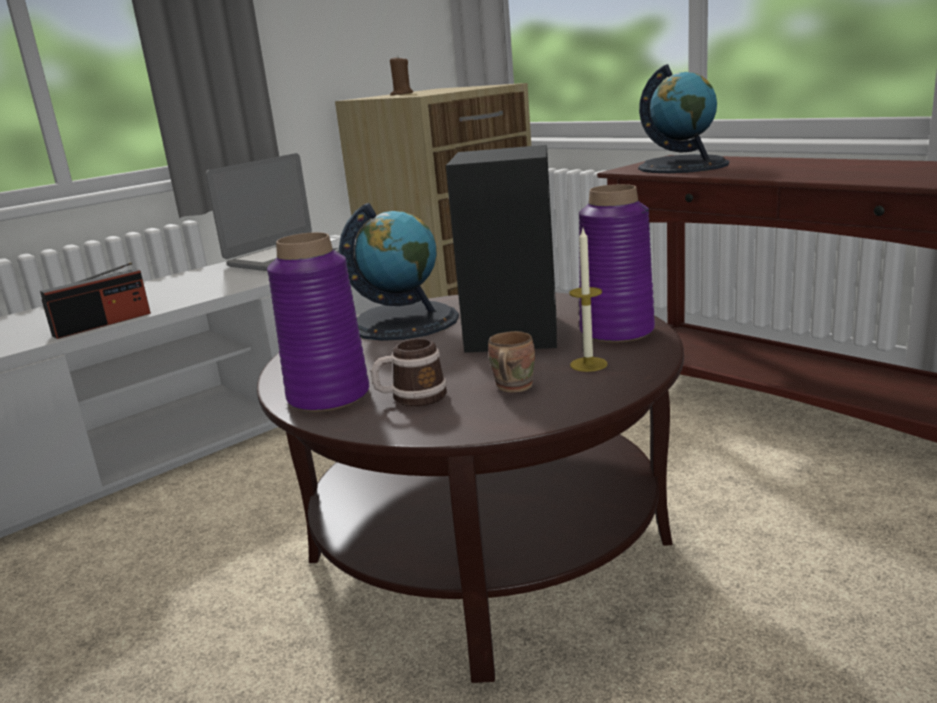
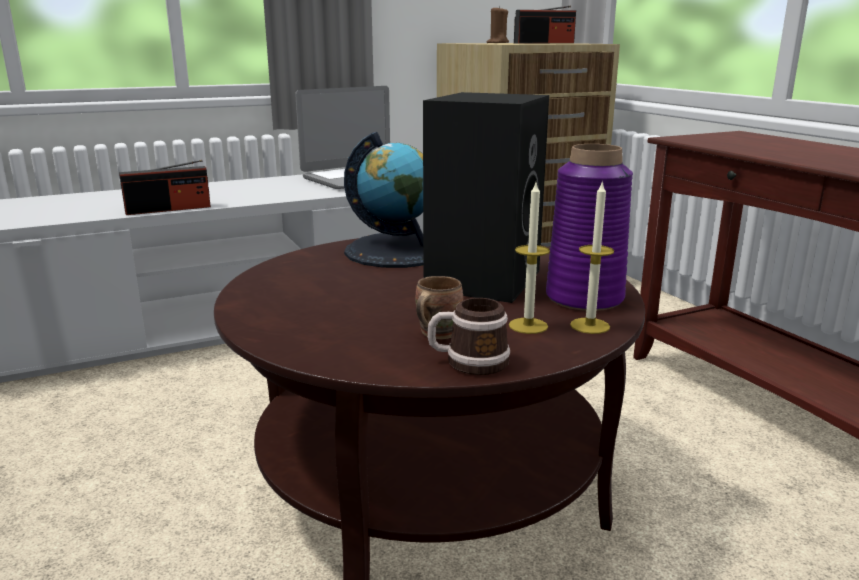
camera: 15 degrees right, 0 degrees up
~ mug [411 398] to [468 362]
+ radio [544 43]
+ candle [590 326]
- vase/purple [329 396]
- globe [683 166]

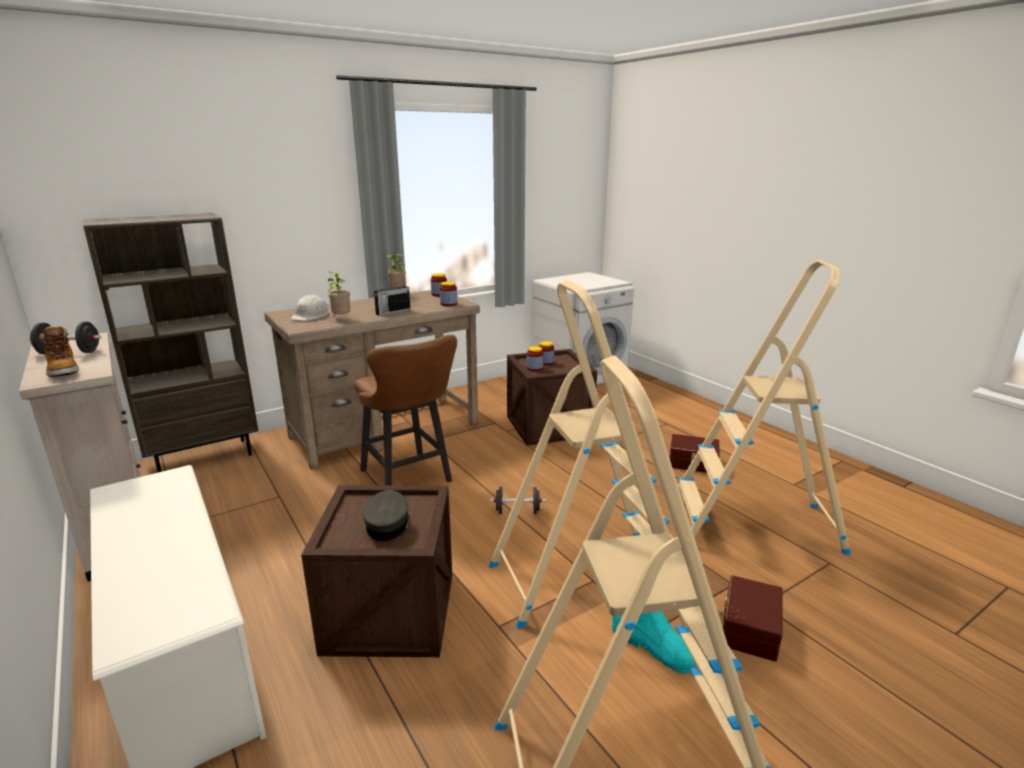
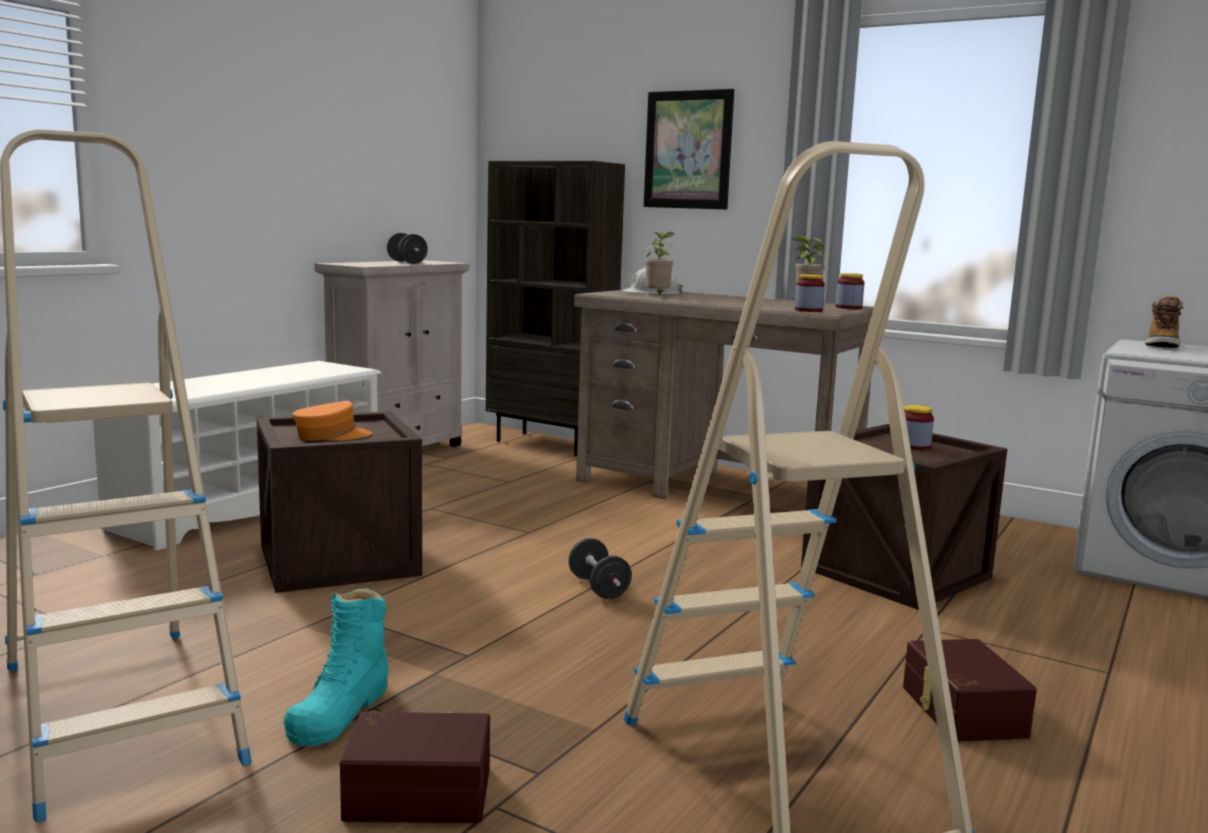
camera: 65 degrees right, 10 degrees down
~ cap/grey [388 524] to cap/orange [331 436]
+ picture [688 150]
~ boot [63 370] to [1161 346]
- stool/brown [410 481]
- radio [392 312]
- step ladder/beige [586 575]
- jar [534 368]

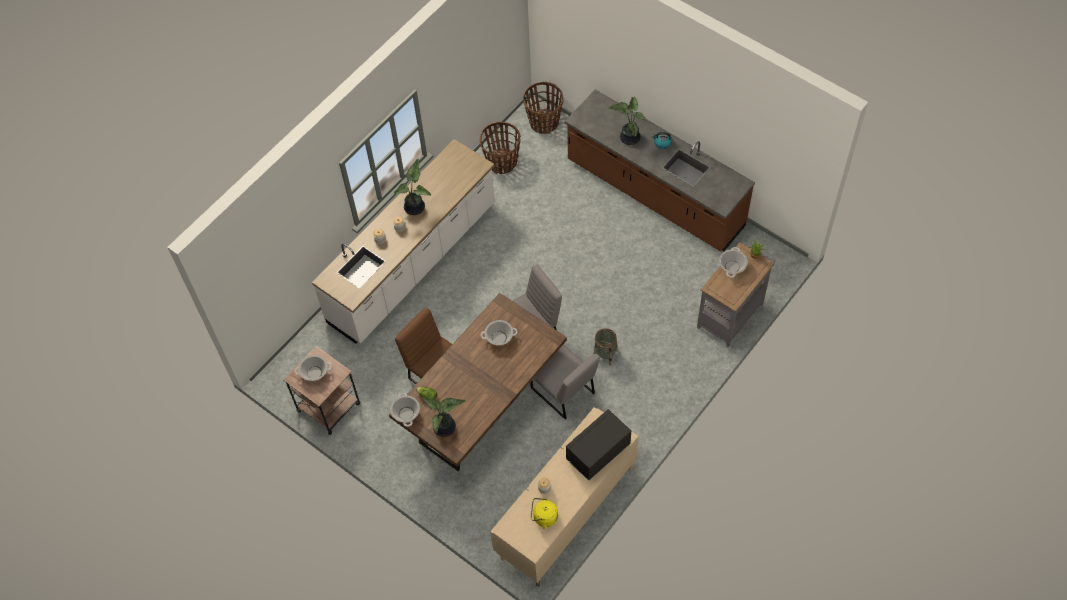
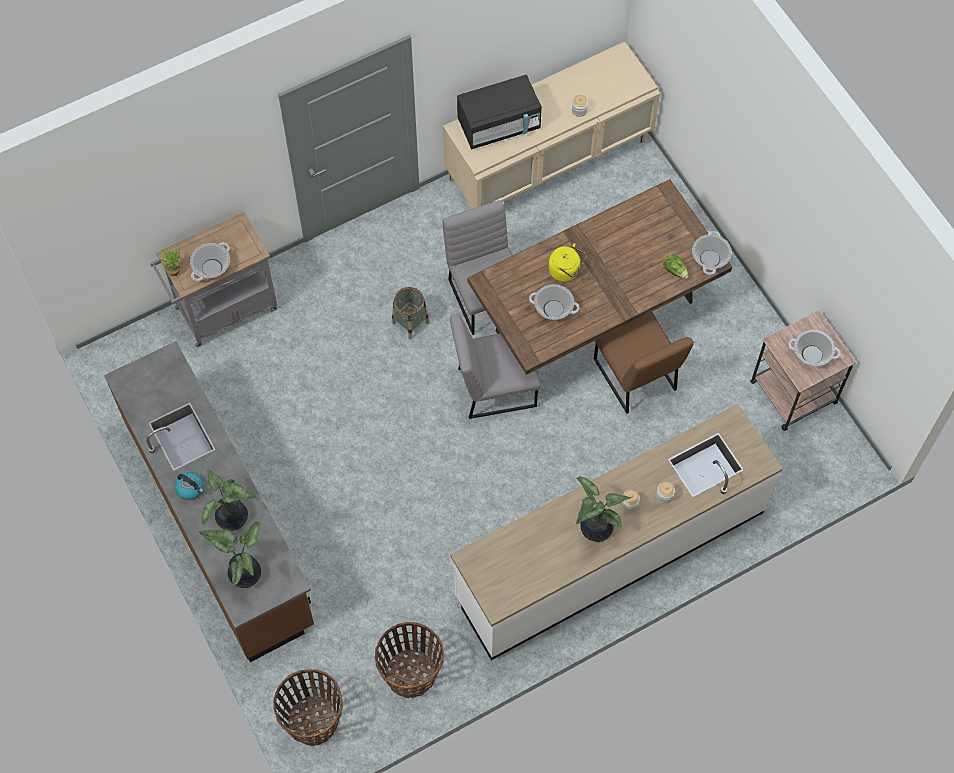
camera: 160 degrees left, 5 degrees up
~ potted plant [445 428] to [244 571]
~ kettle/yellow [544 517] to [566 271]

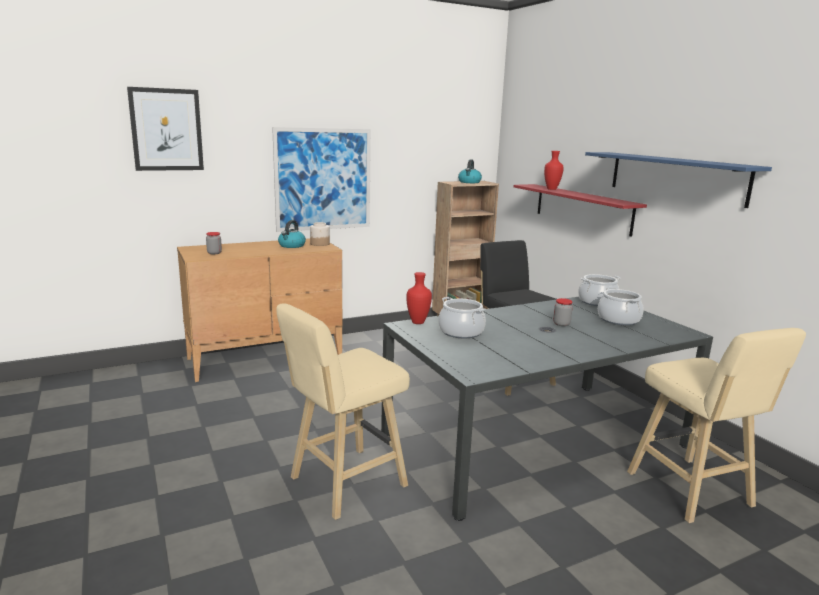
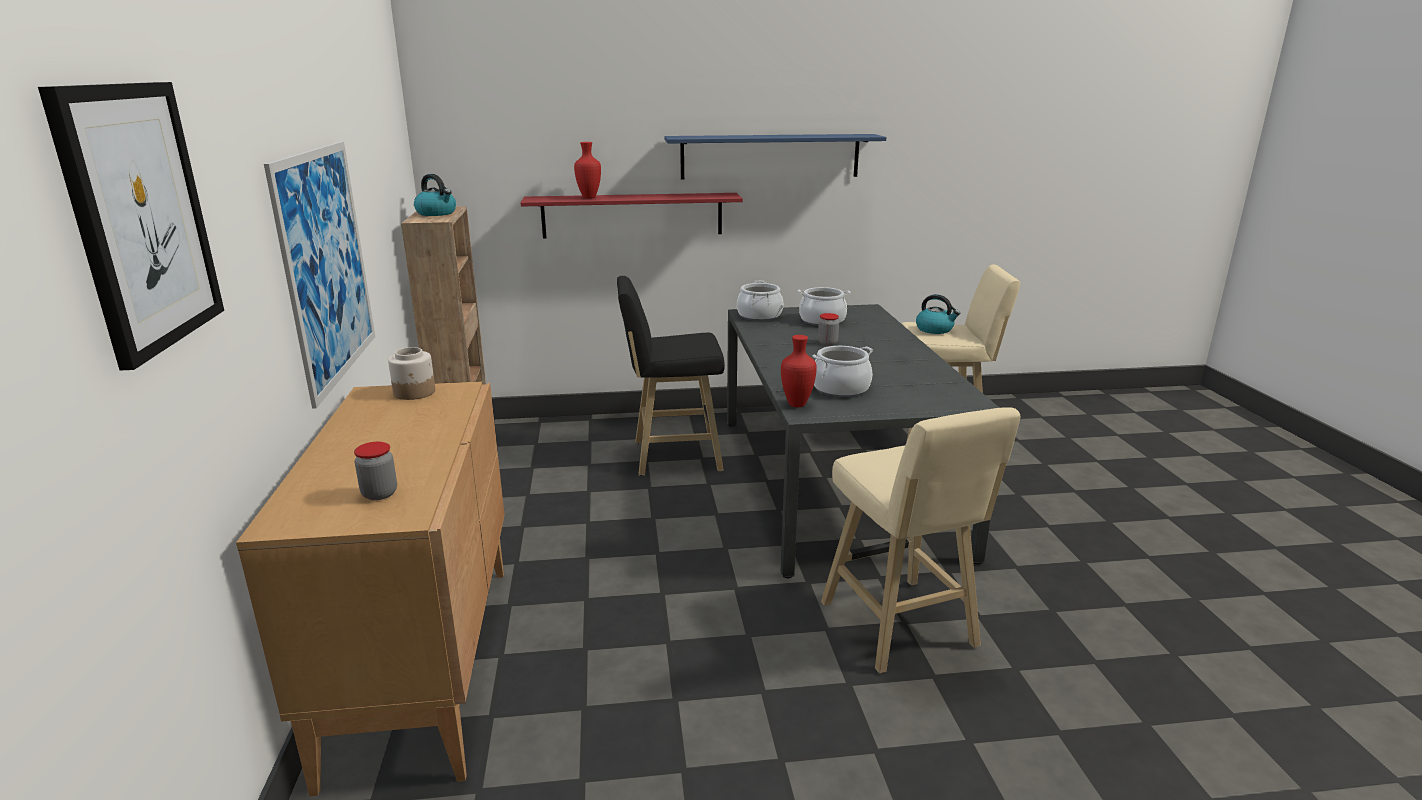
camera: 70 degrees left, 5 degrees up
~ kettle [292 246] to [935 329]

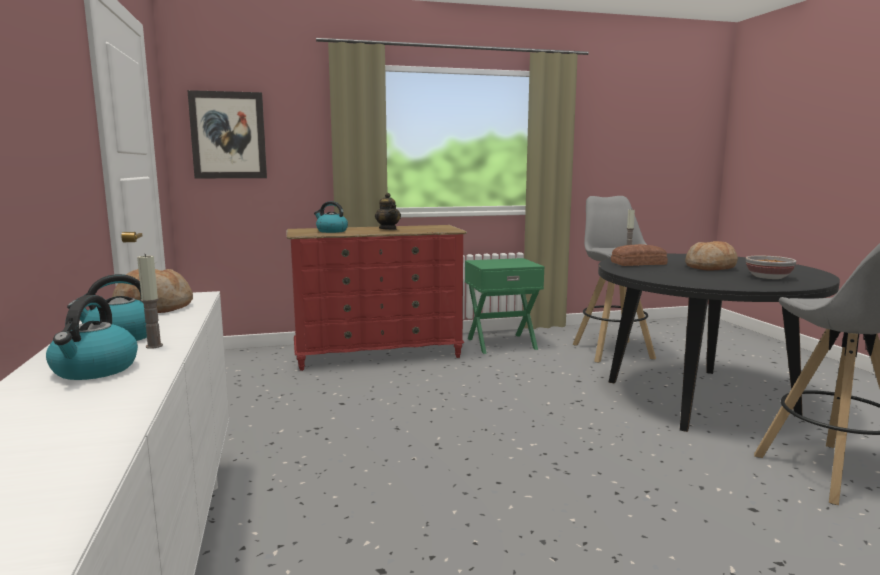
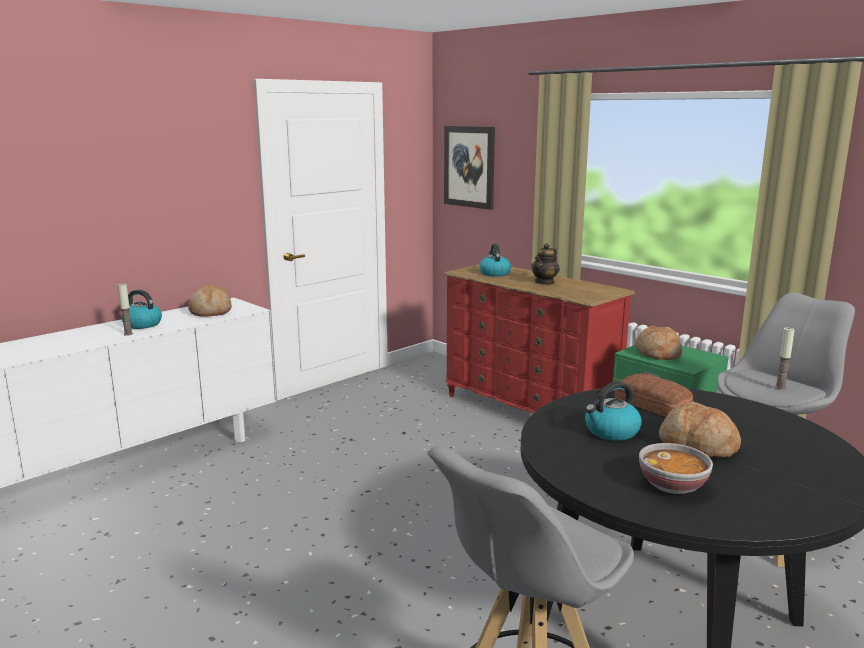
camera: 60 degrees right, 5 degrees up
~ kettle [94 370] to [611 432]
+ bread [658 353]

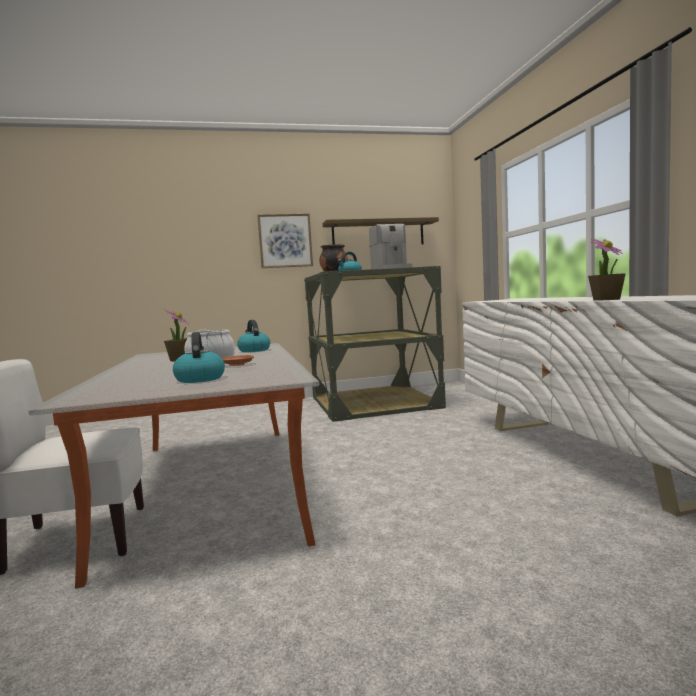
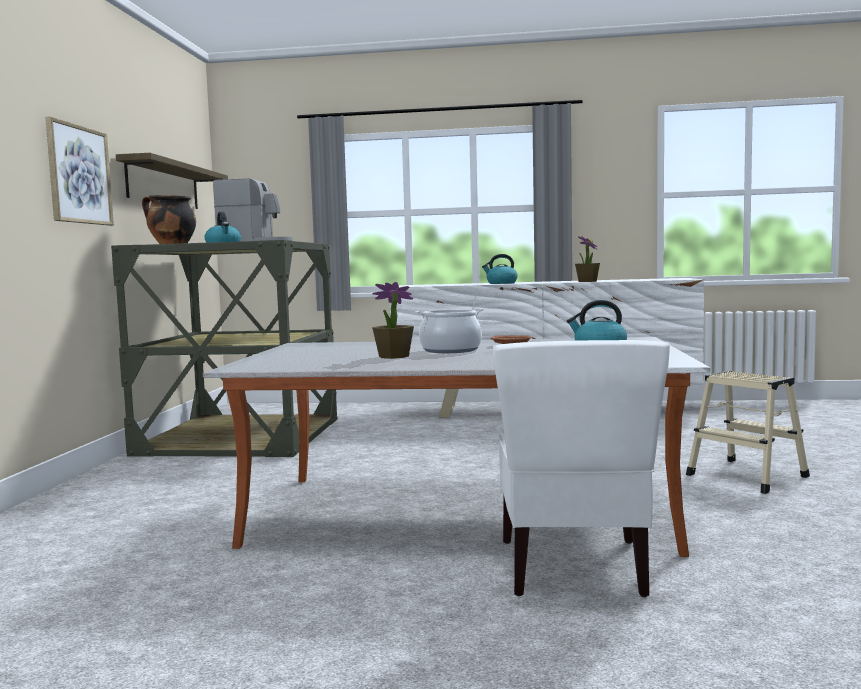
camera: 70 degrees left, 0 degrees up
~ kettle [254 350] to [501 283]
+ step ladder/beige [747 475]

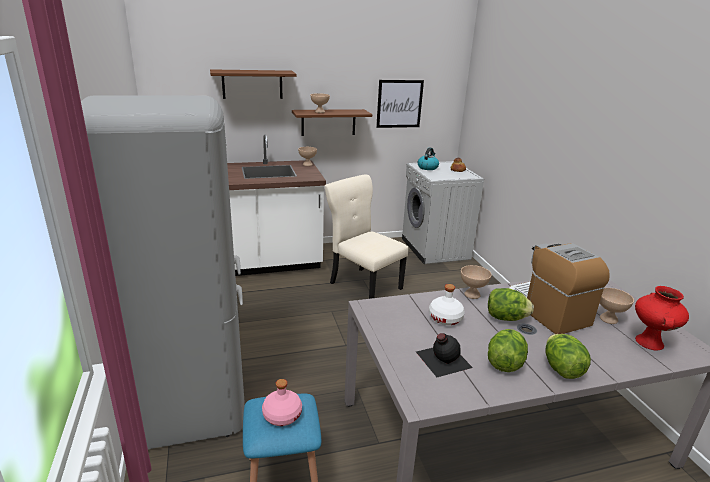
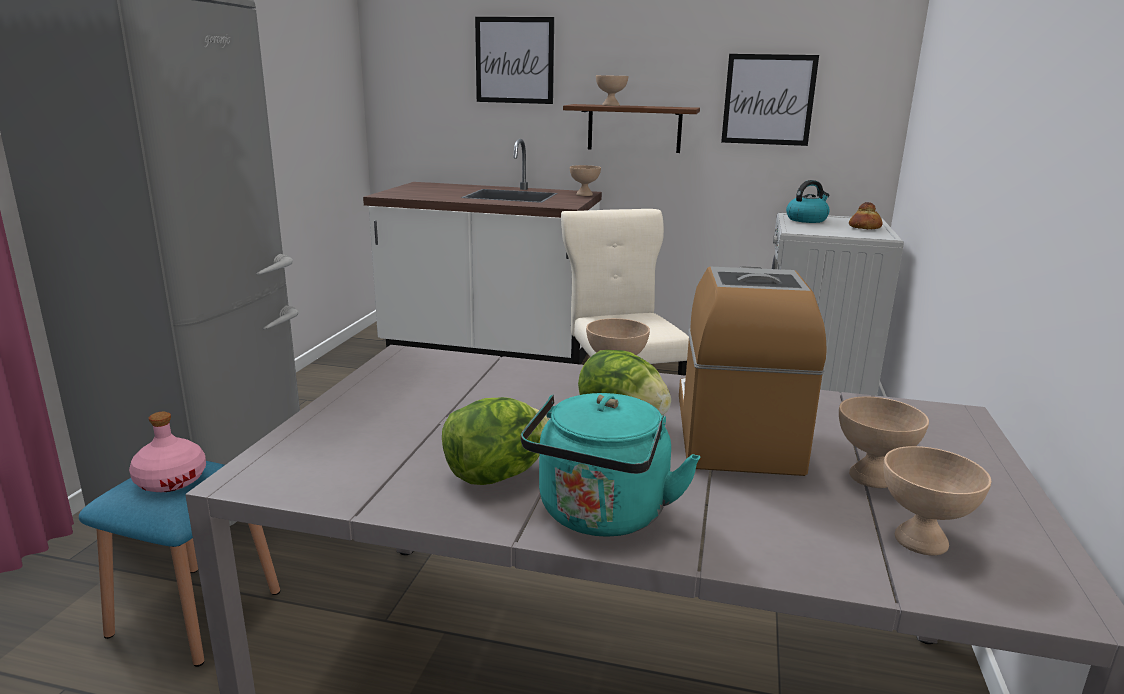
camera: 30 degrees right, 5 degrees down
~ shelf/brown [252 84] to picture [514 60]
~ lettuce [561 369] to kettle/turquoise [601 516]
~ vase/red [650 343] to bowl/beige [921 542]
- bottle/black [442 359]
- bottle/white [445 318]

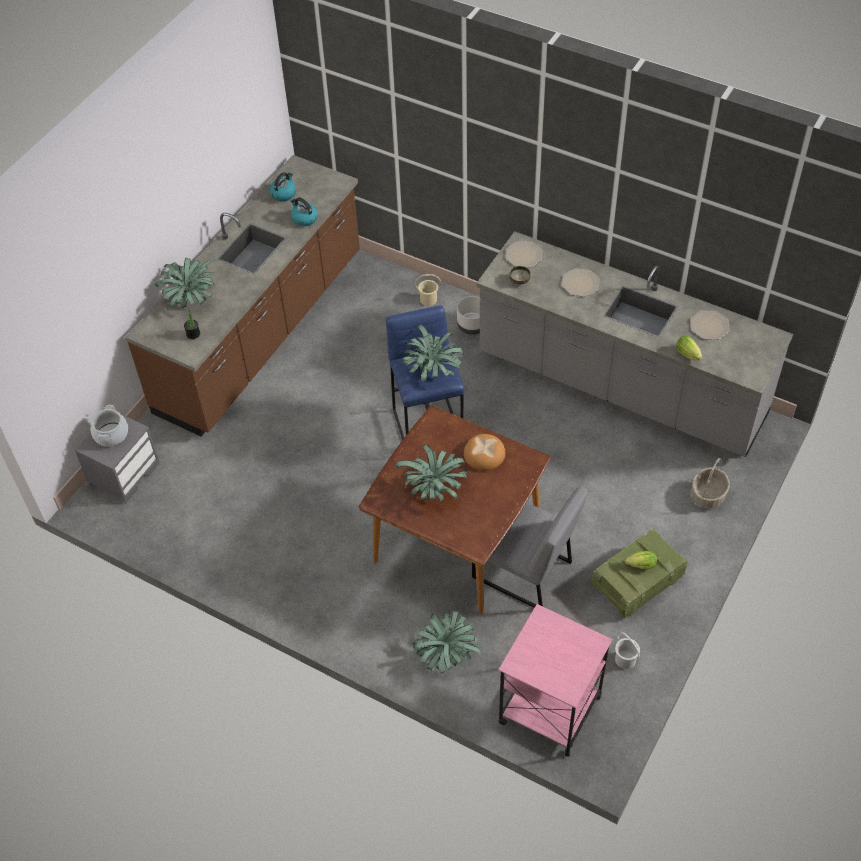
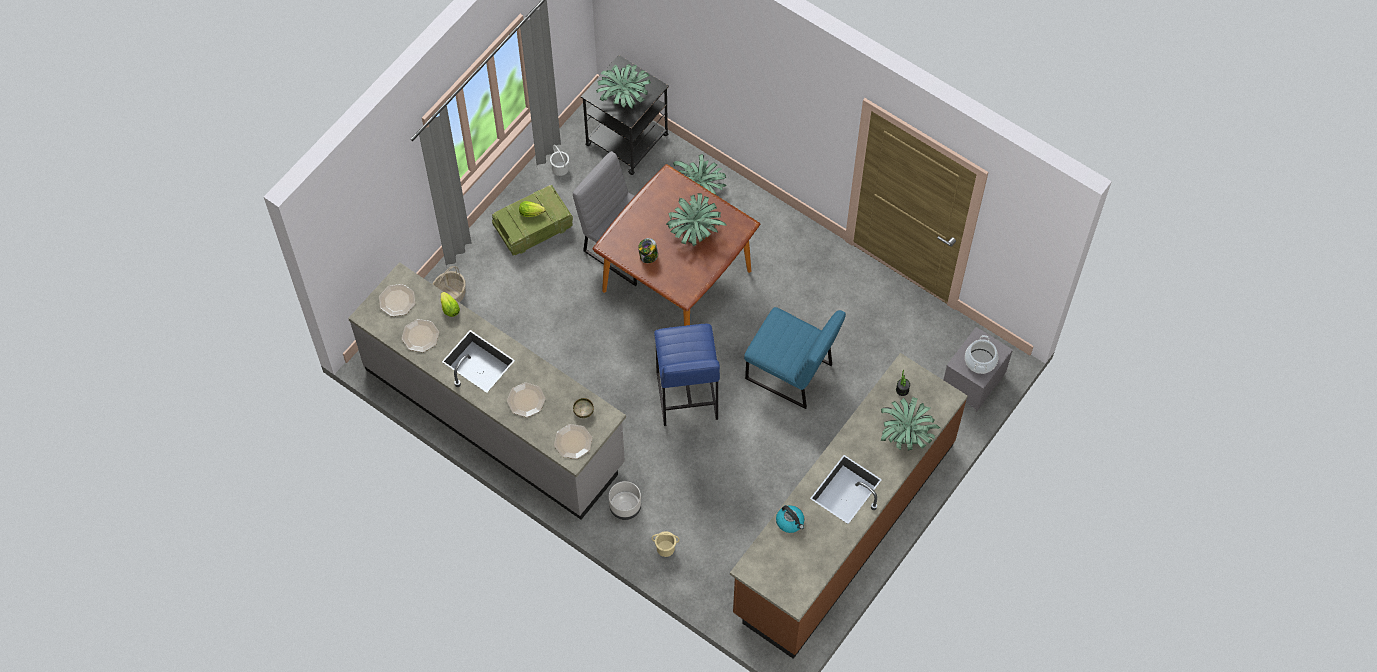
camera: 175 degrees left, 10 degrees up
+ plate [397 301]
~ cart/pink [548 707] to cart/black [628 141]
~ potted plant [433 370] to [623 97]
~ bread [484 454] to jar [648 256]
+ chair/blue [791 373]
- kettle [283 193]

